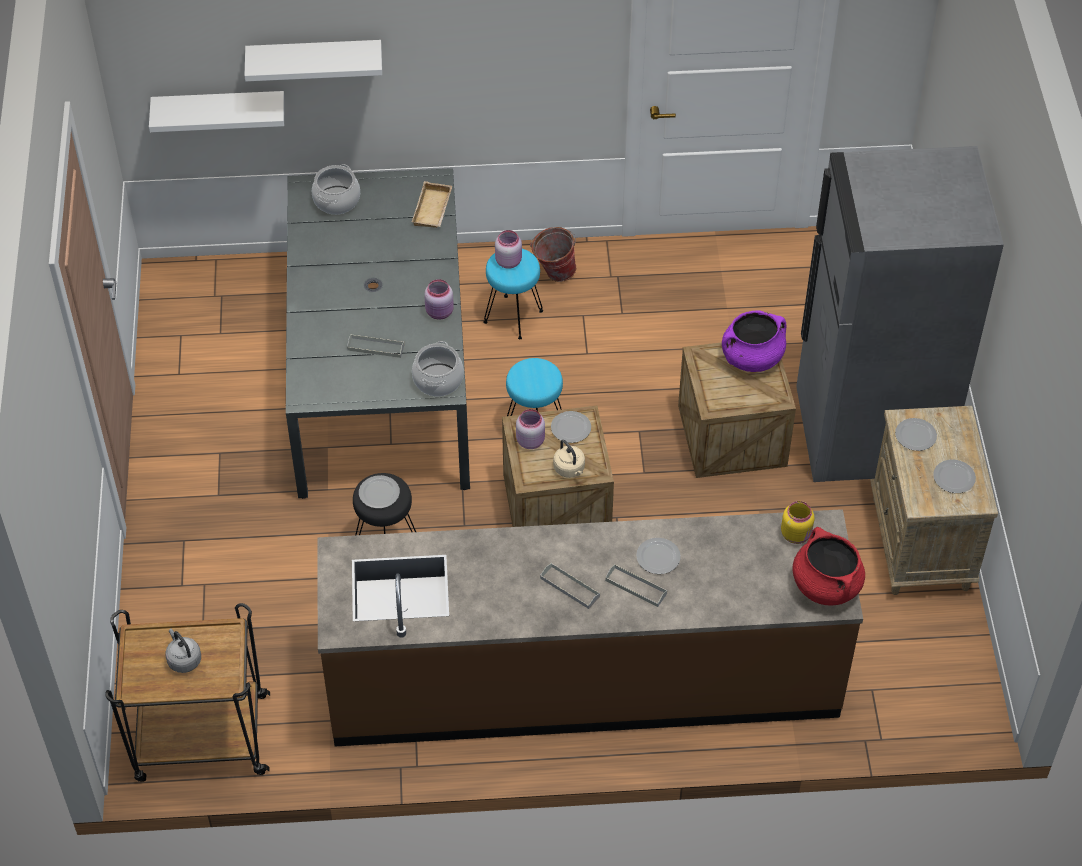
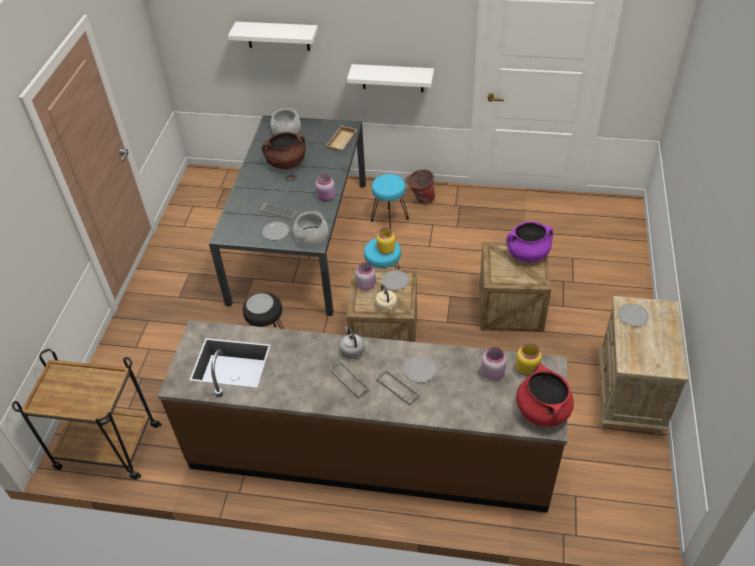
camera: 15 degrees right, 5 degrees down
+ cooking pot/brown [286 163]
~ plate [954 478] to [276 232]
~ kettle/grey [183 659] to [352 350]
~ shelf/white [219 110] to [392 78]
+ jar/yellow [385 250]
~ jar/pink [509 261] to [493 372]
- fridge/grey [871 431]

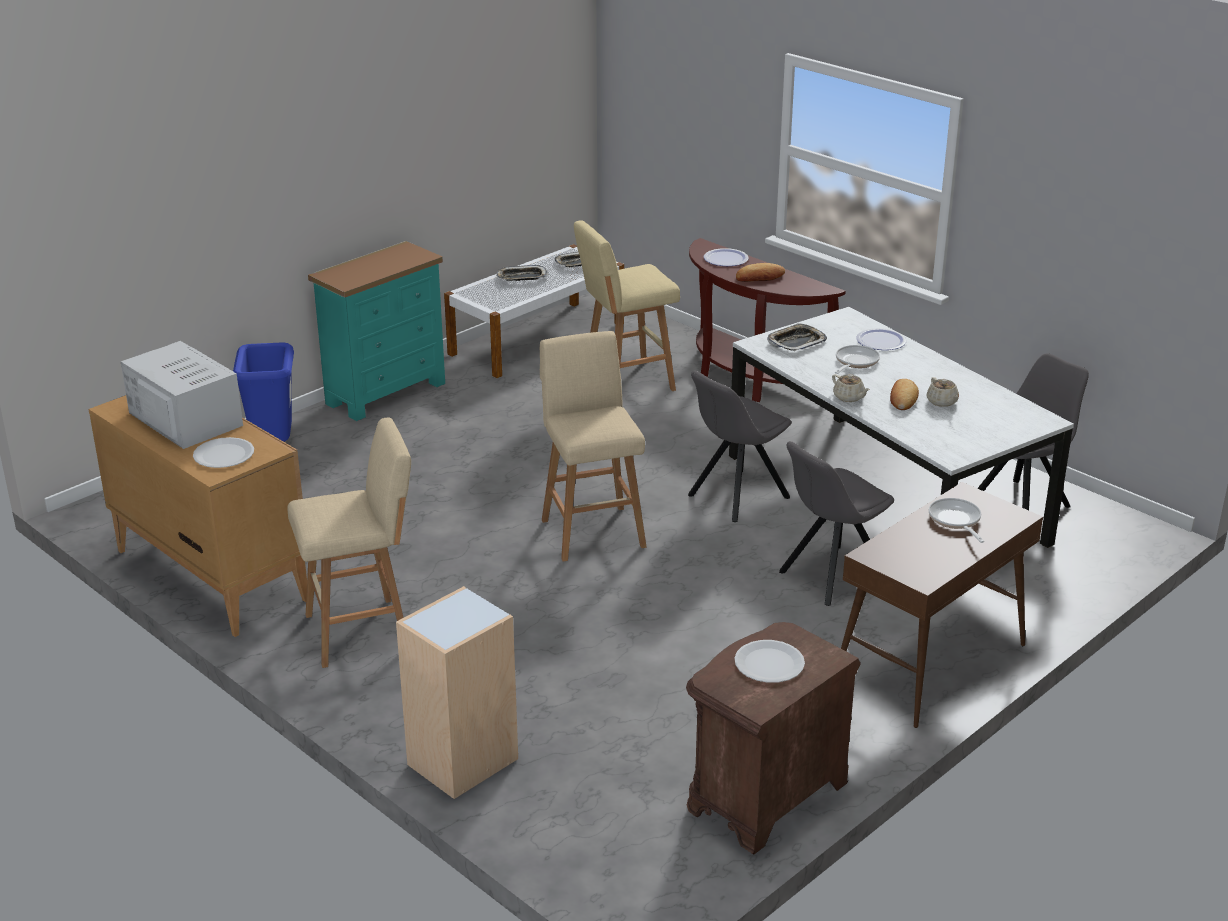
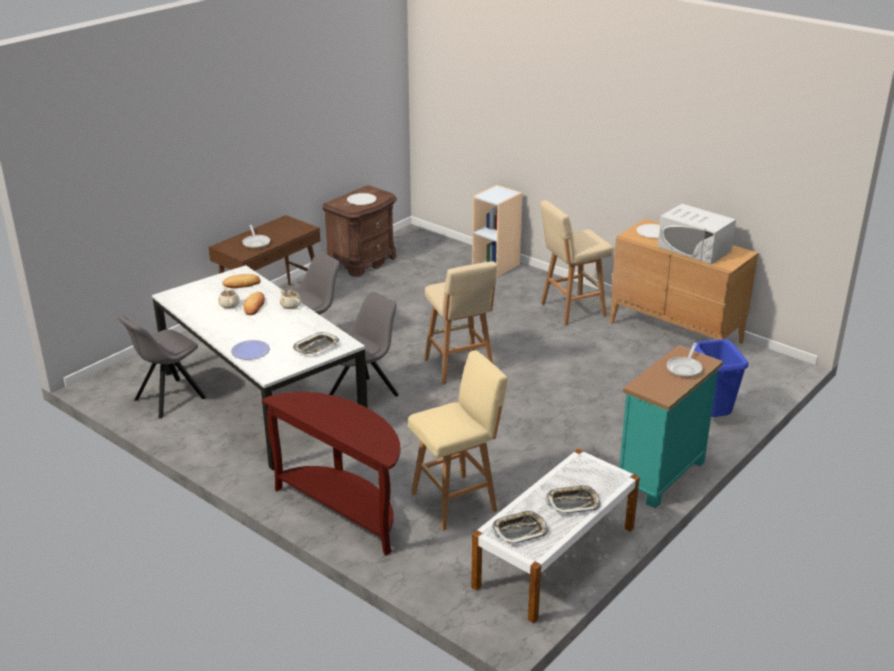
camera: 175 degrees right, 0 degrees up
~ bread [759 277] to [242 284]
~ frying pan [855 362] to [685 368]
- plate [725 259]

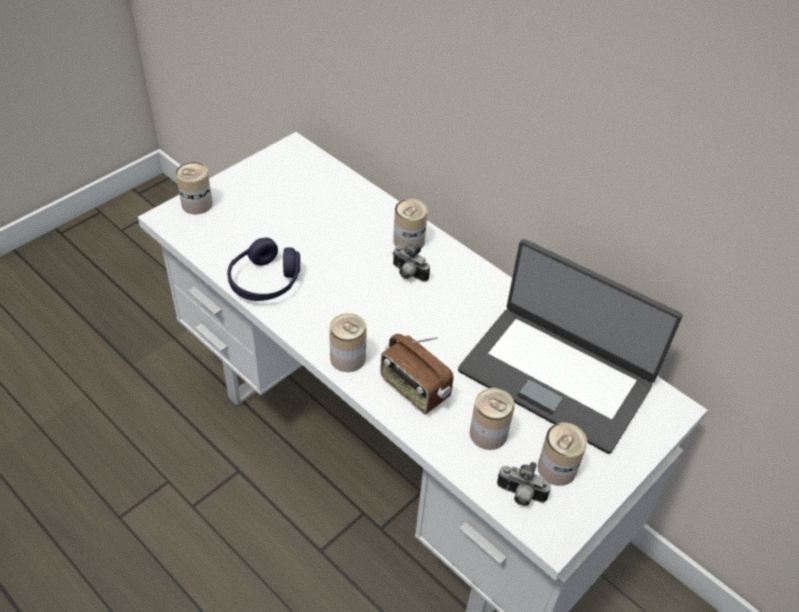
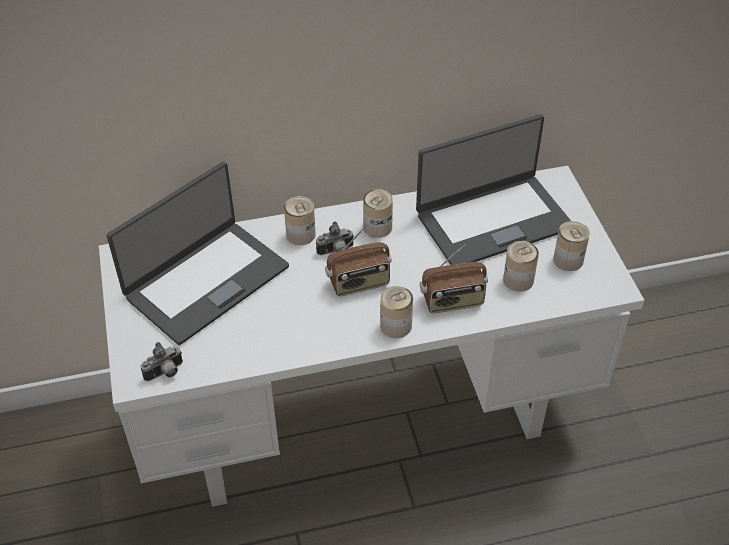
camera: 55 degrees left, 0 degrees up
+ laptop [205 281]
~ photo camera [520 495] to [165 373]
+ radio [359 283]
~ can [197 204] to [377 227]
- headphones/purple [265 281]

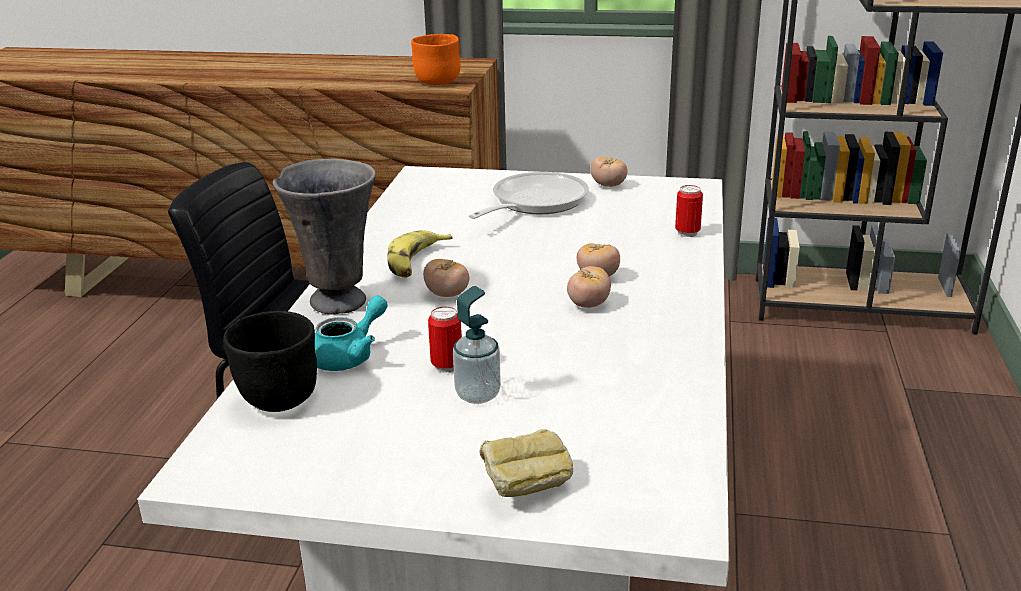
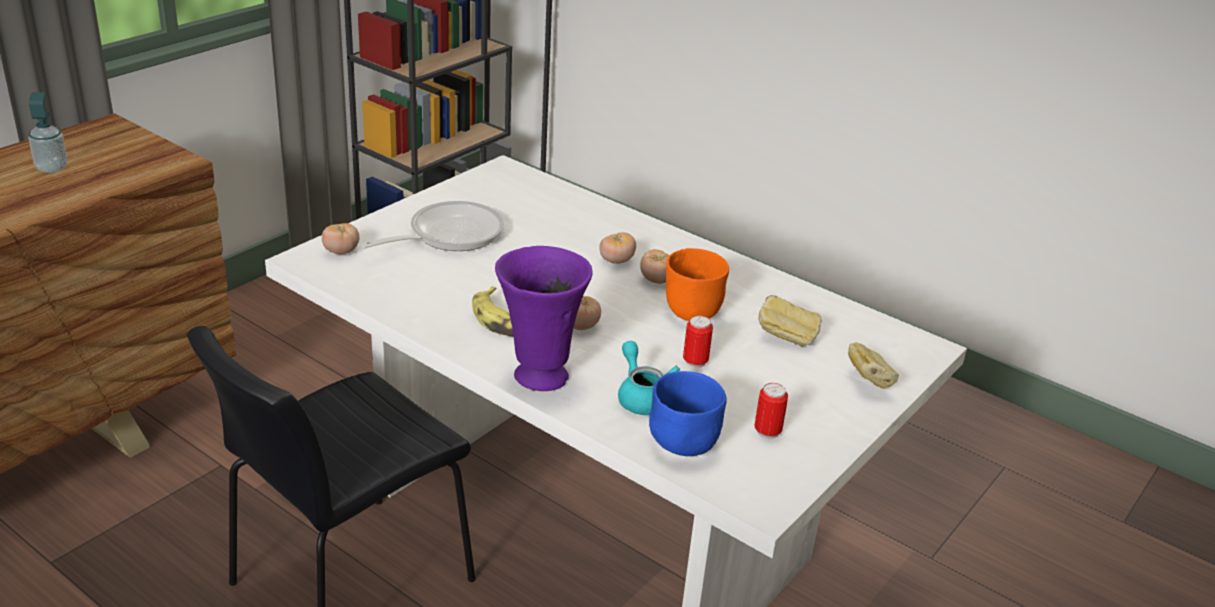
camera: 65 degrees left, 5 degrees up
~ soap dispenser [478 395] to [52 168]
~ tomato [608 185] to [341 251]
~ frying pan [533 203] = [448 235] 75 degrees clockwise
~ vase/grey [338 301] to vase/purple [539 376]
~ bowl/black [277 399] to bowl/blue [683 446]
~ bowl/orange [437 82] to [691 312]
~ can [687 233] to [767 432]
+ bread [786 338]

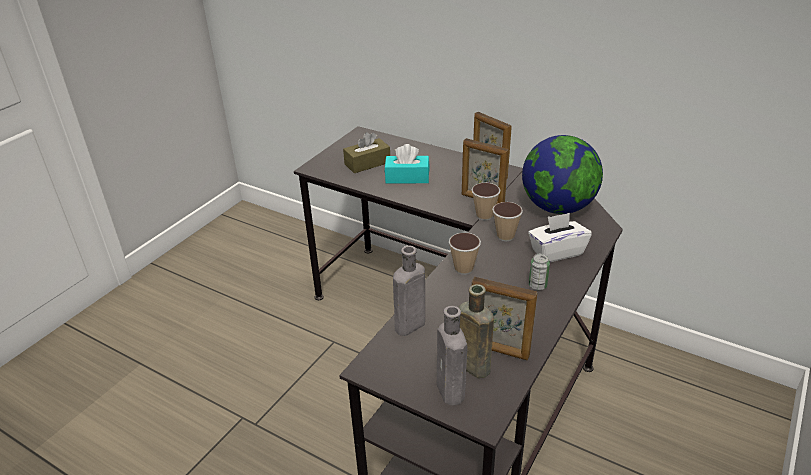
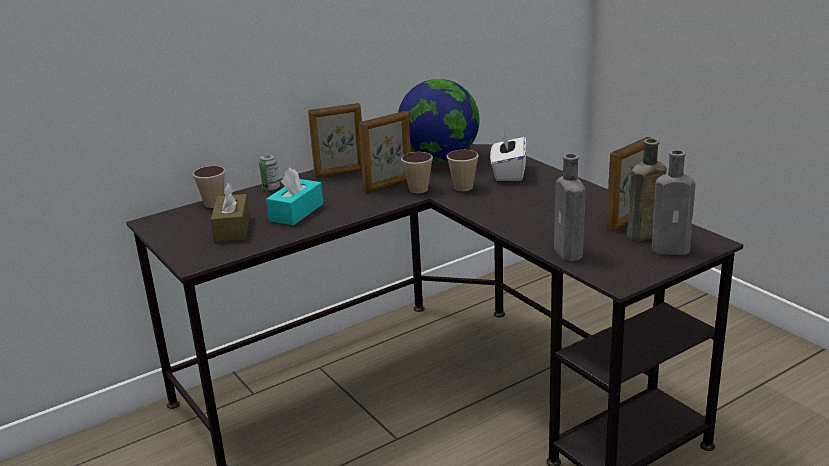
camera: 65 degrees left, 10 degrees down
~ cup [464 269] to [214 204]
~ can [537 285] to [271 188]

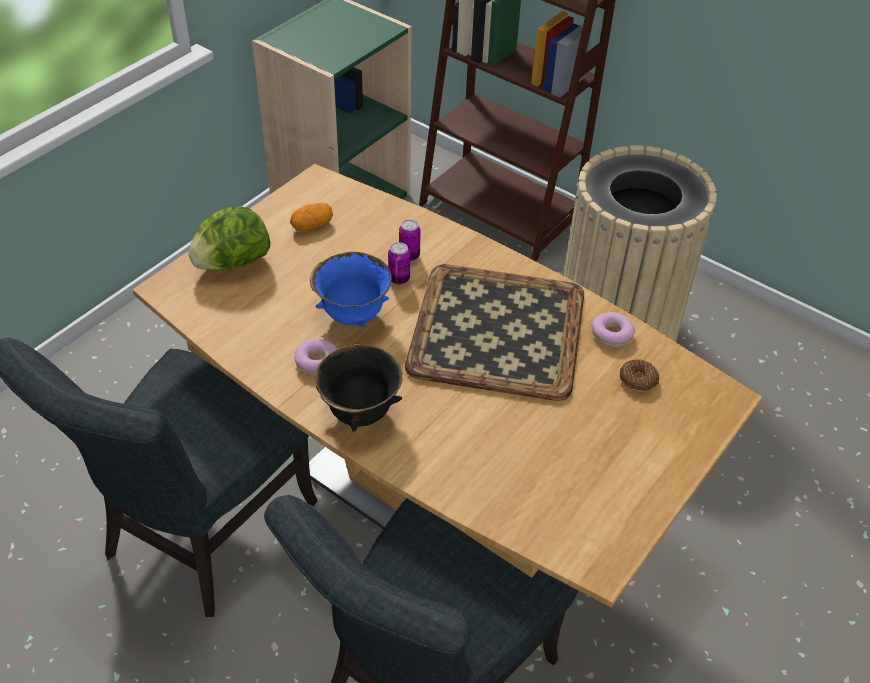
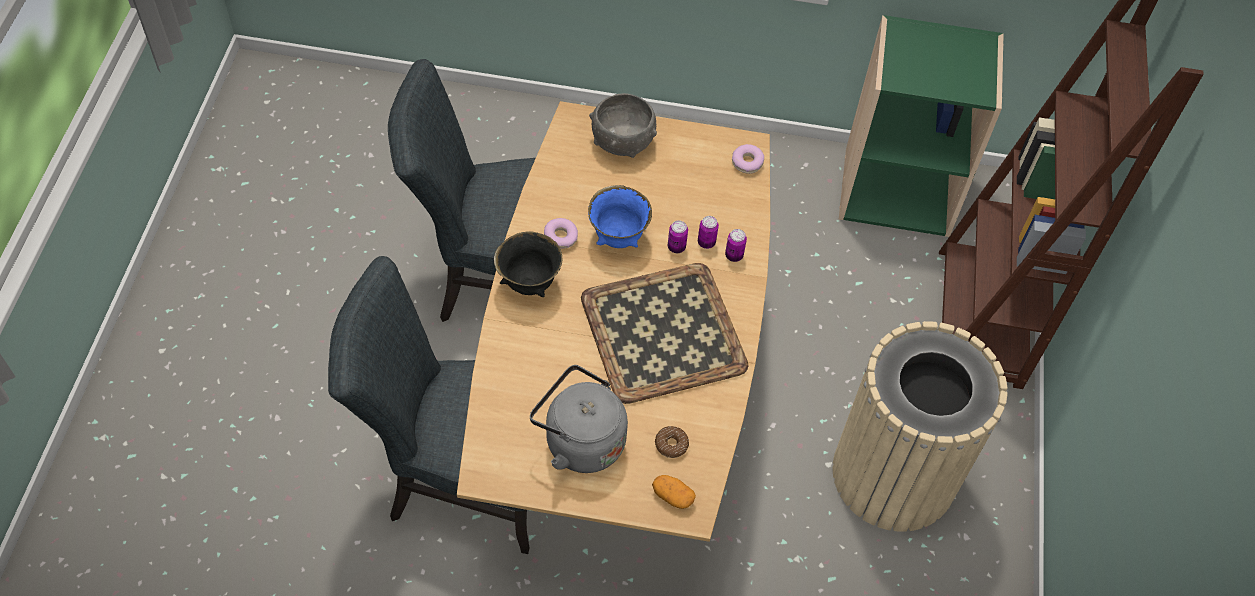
camera: 60 degrees right, 10 degrees up
+ kettle/grey [580 441]
~ lettuce [232 263] to bowl/grey [622 141]
~ potato [312 225] to [672 496]
+ can [734 255]
~ donut [611 334] to [747 162]

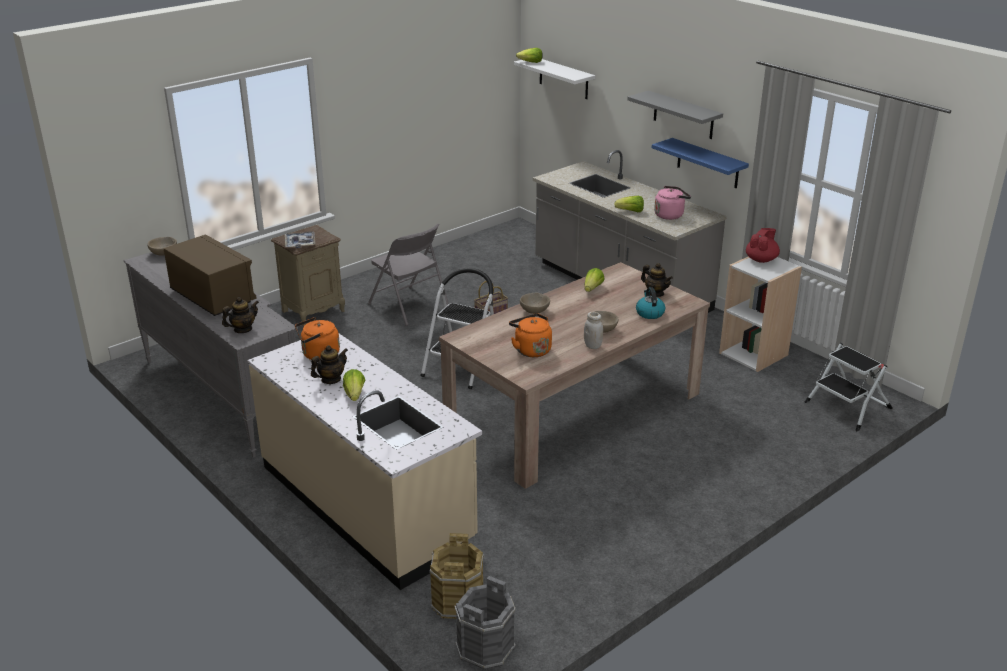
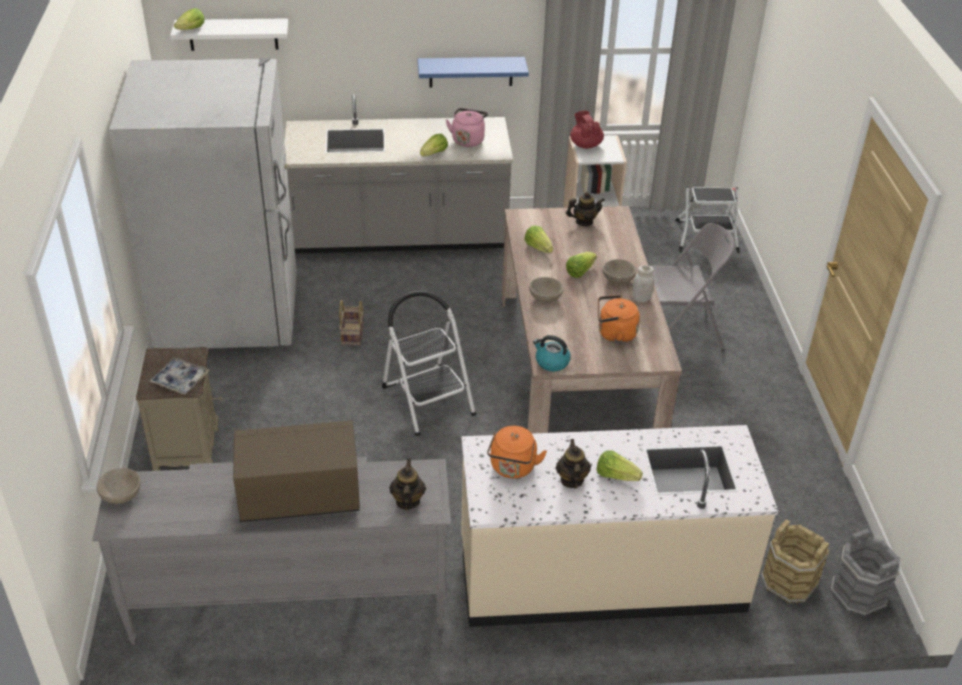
camera: 55 degrees left, 10 degrees up
+ fridge/white [229 310]
~ kettle [649 313] to [551 362]
+ lettuce [580 271]
~ chair/grey [408 306] to [678 329]
- shelf/grey [683 115]

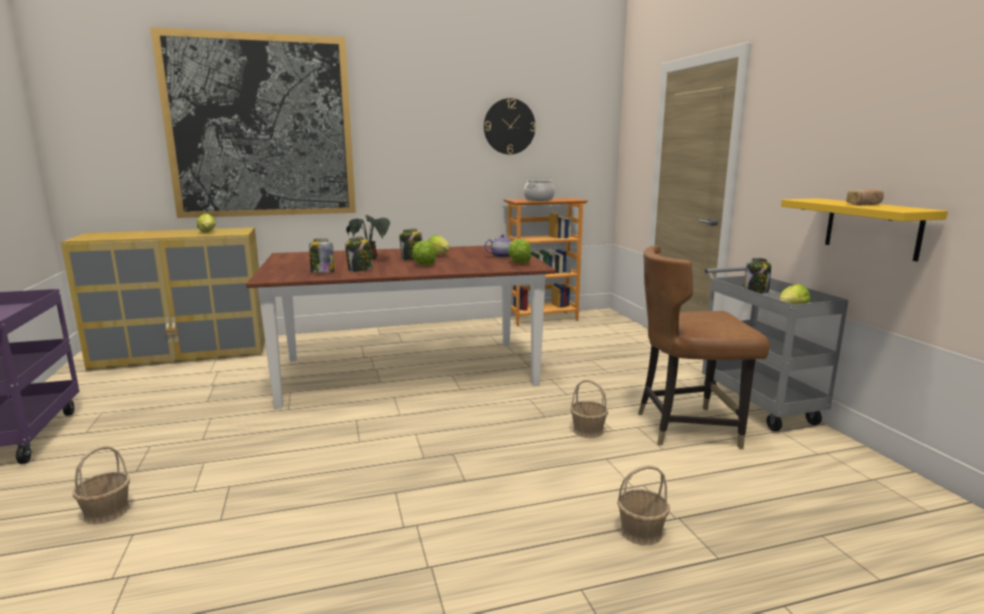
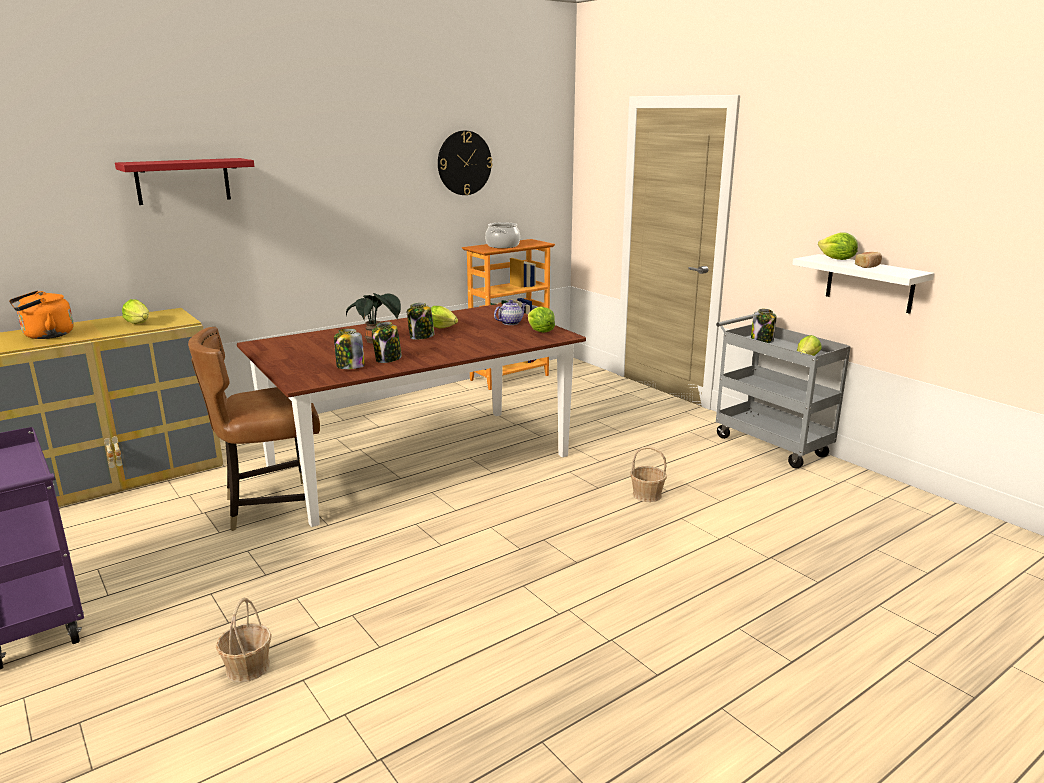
camera: 20 degrees left, 5 degrees up
+ kettle/orange [45 336]
~ picture [262 127] to shelf/red [183 181]
~ chair/brown [686 427] to [272 506]
~ shelf/yellow [872 228] to shelf/white [869 283]
~ lettuce [423 265] to [836 259]
- basket [641 532]

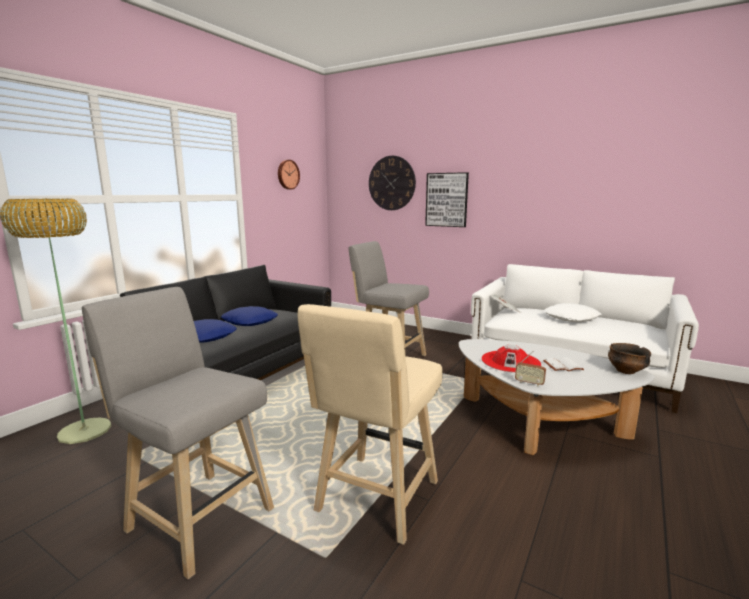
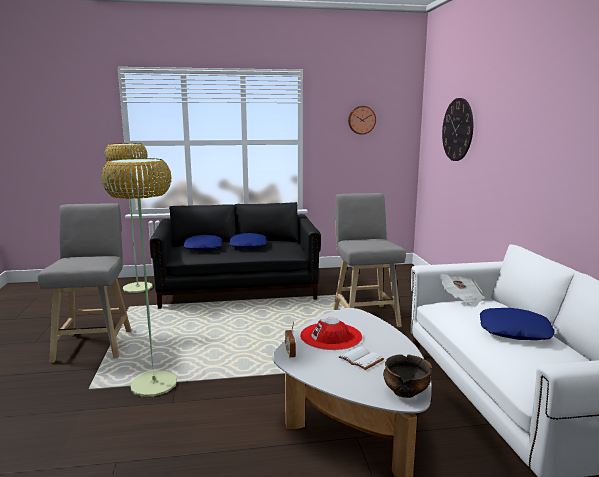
camera: 50 degrees right, 0 degrees up
~ stool/beige [374 500] to floor lamp [153 384]
~ pillow/white [571 318] to pillow/blue [514 331]
- picture [446 200]

